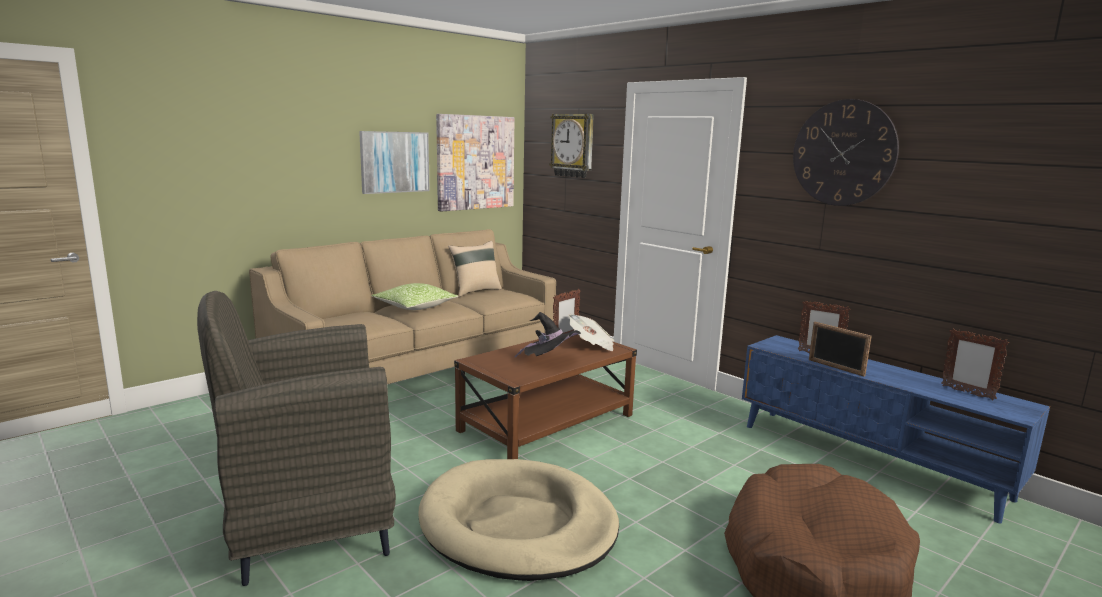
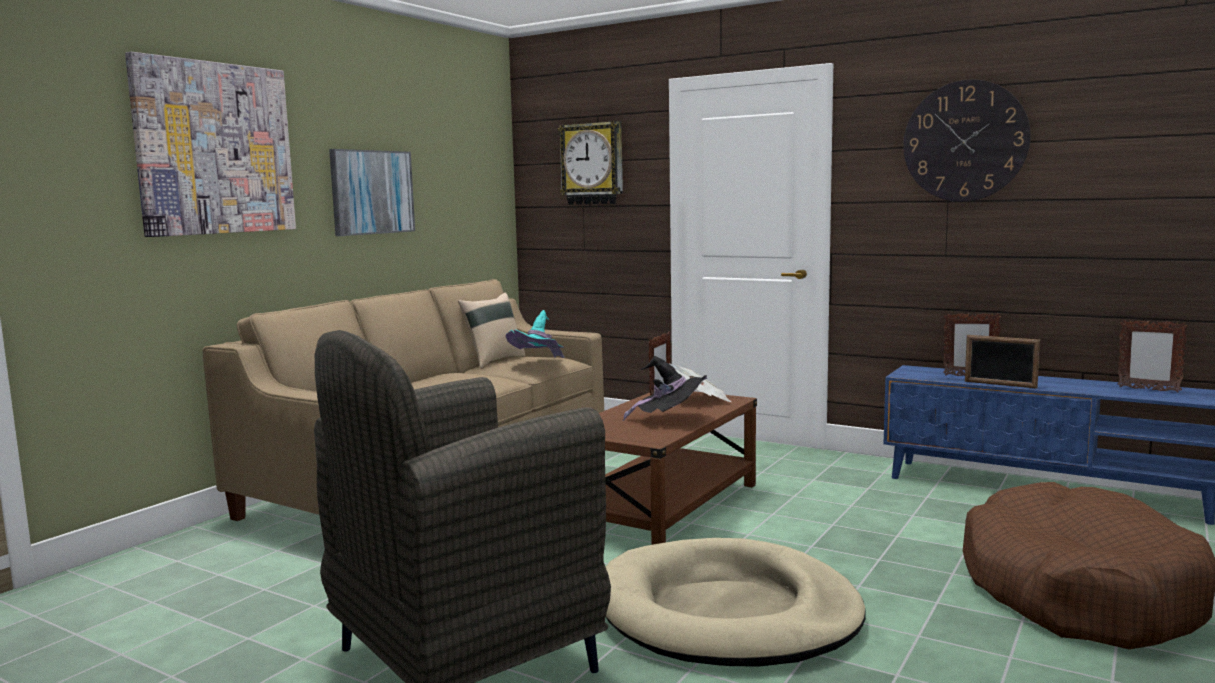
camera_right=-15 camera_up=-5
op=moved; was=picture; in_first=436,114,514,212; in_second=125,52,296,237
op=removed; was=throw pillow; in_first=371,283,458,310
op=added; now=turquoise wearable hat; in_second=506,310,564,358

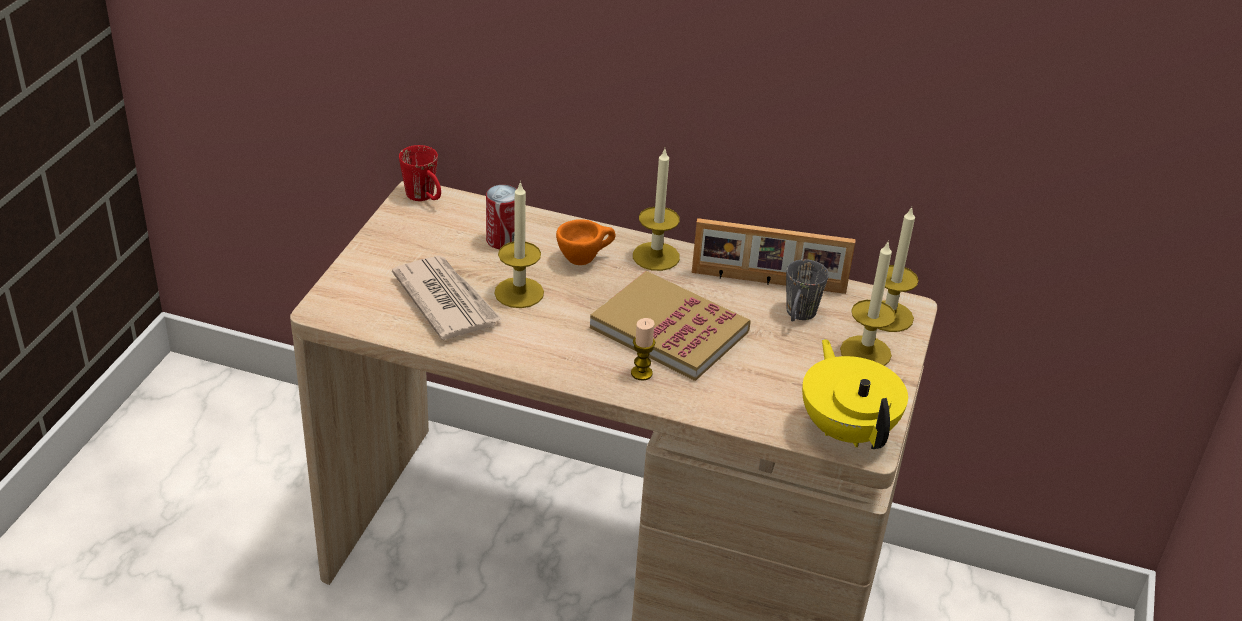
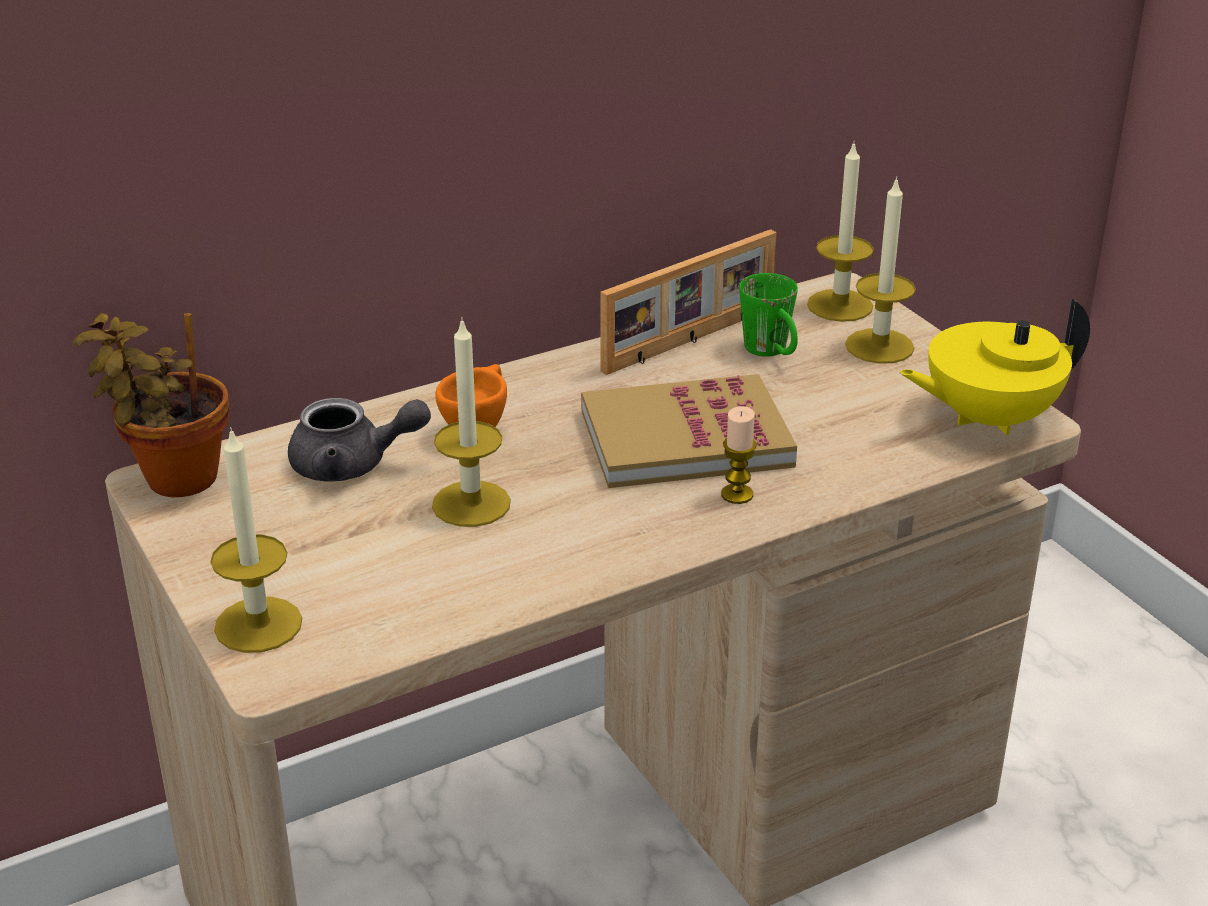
camera_right=-45 camera_up=-5
op=replaced; was=red-coloured coffee mug; now=potted plant; in_first=399,145,441,201; in_second=73,313,229,497
op=moved; was=wax light; in_first=633,149,680,271; in_second=210,427,302,653
op=replaced; was=metal can; now=gray tea pot; in_first=486,185,517,249; in_second=288,398,431,481
op=removed; was=printed paper; in_first=392,256,502,340
op=recoloured; was=gray coffee mug; now=green-coloured coffee mug; in_first=786,259,829,322; in_second=739,273,798,357
op=turned; was=yellow-coloured tea pot; in_first=802,339,908,449; in_second=899,298,1090,435; clockwise=-45

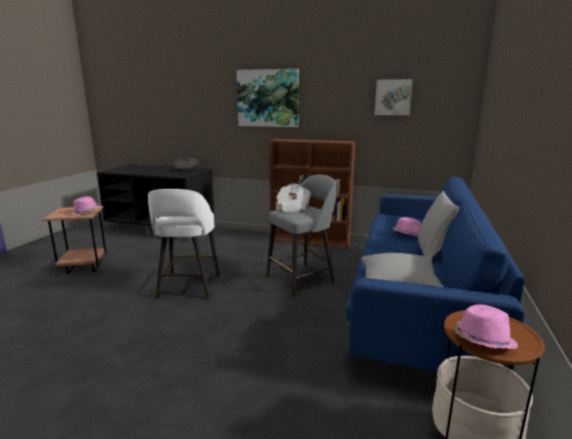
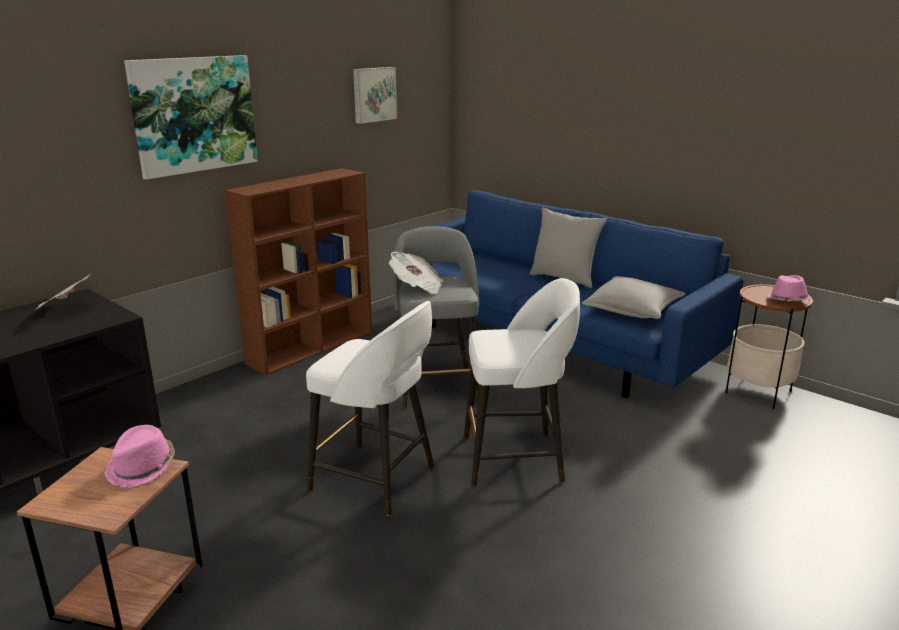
camera_right=-65 camera_up=5
op=removed; was=pinkish wearable hat; in_first=393,217,421,236
op=added; now=whitish stool; in_second=464,278,580,486

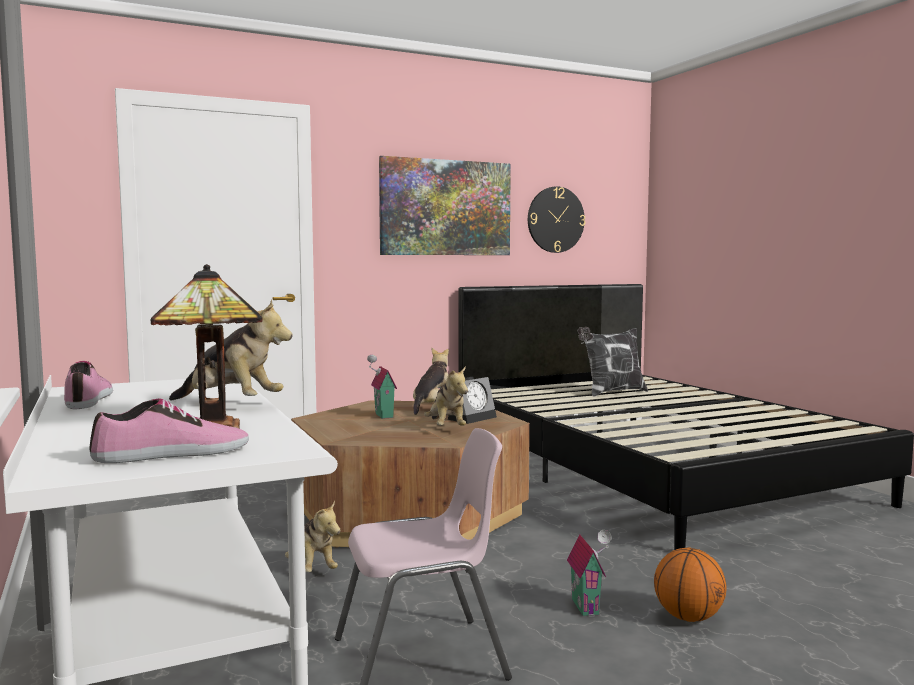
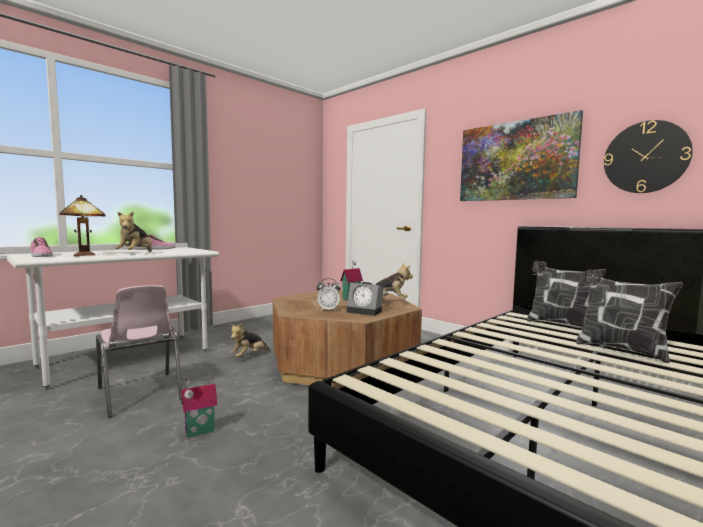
camera_right=70 camera_up=0
op=replaced; was=soft toy; now=bedside clock; in_first=424,367,468,426; in_second=317,278,341,311
op=removed; was=ball for basketball; in_first=654,547,727,622
op=added; now=throw pillow; in_second=527,261,606,327

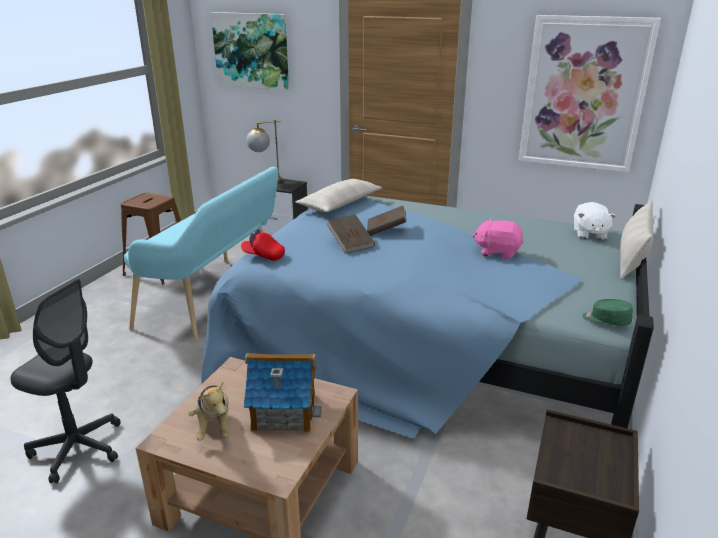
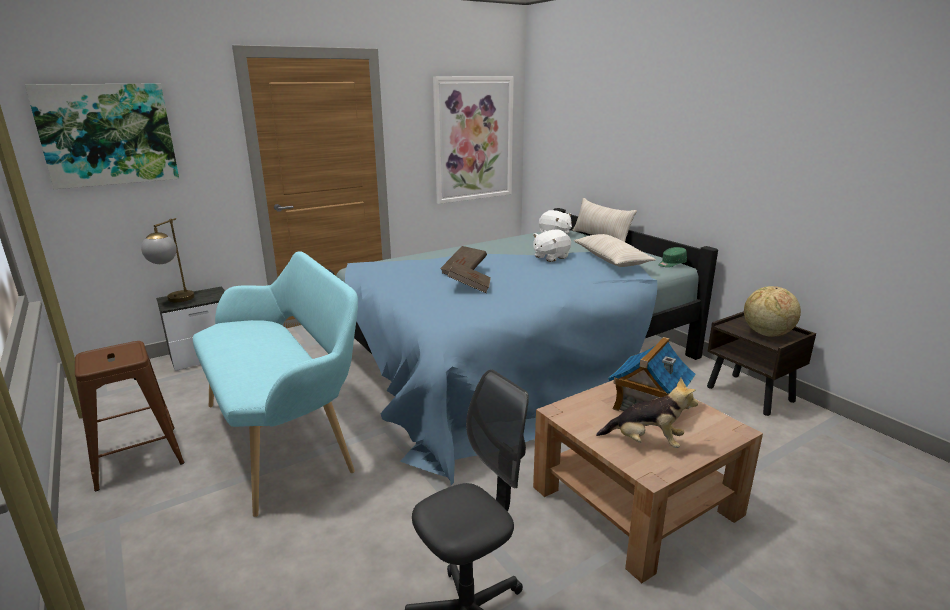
camera_right=-55 camera_up=-5
op=moved; was=beige-coloured throw pillow; in_first=296,179,382,212; in_second=574,234,656,267
op=recoloured; was=pinkish soft toy; now=whitish soft toy; in_first=472,218,524,259; in_second=533,230,571,262
op=removed; was=red-coloured peaked cap; in_first=241,229,285,261
op=added; now=world globe; in_second=744,286,801,337

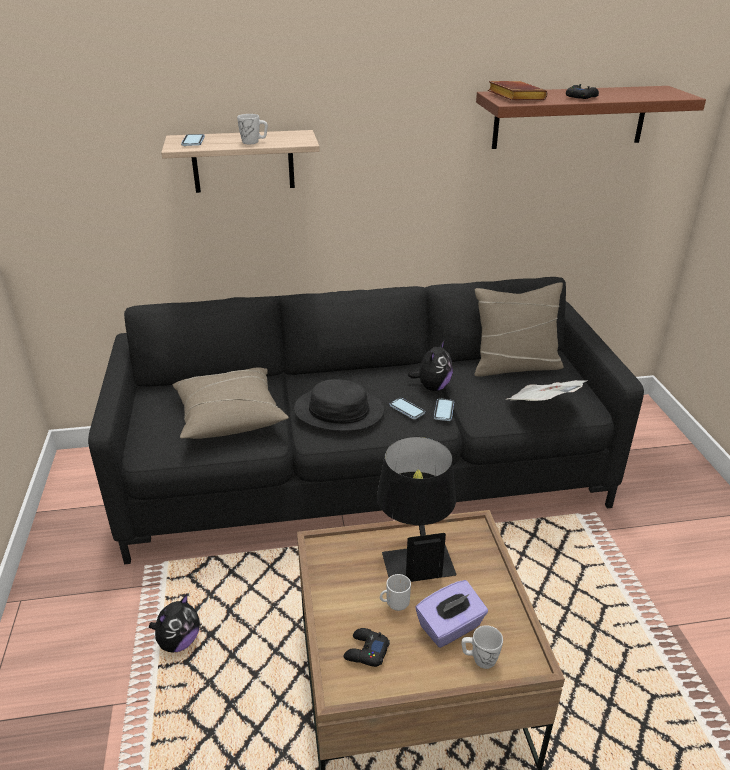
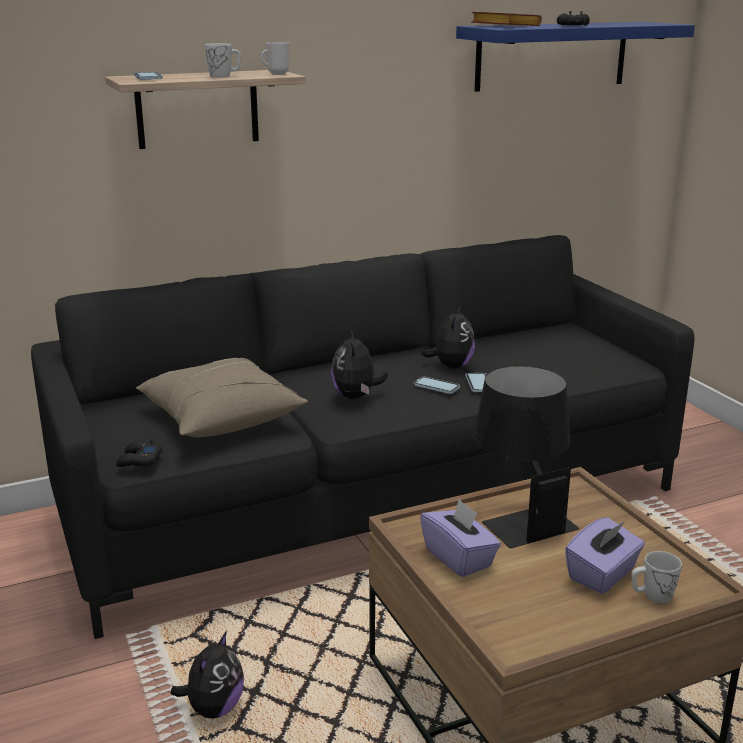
camera_right=-15 camera_up=-10
op=recoloured; was=brownish shelf; now=blue shelf; in_first=476,86,706,149; in_second=456,22,695,92
op=removed; was=beige-coloured throw pillow; in_first=474,282,564,377
op=replaced; was=black wearable hat; now=soft toy; in_first=294,379,384,431; in_second=331,330,388,399
op=removed; was=printed paper; in_first=507,380,588,401
op=moved; was=coffee mug; in_first=380,574,411,611; in_second=261,42,289,75
op=moved; was=black game controller; in_first=344,628,390,667; in_second=116,439,163,467
op=added; now=purplish tissue holder; in_second=420,499,501,577

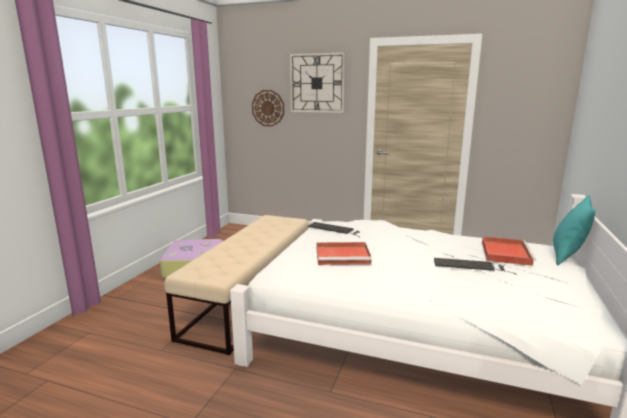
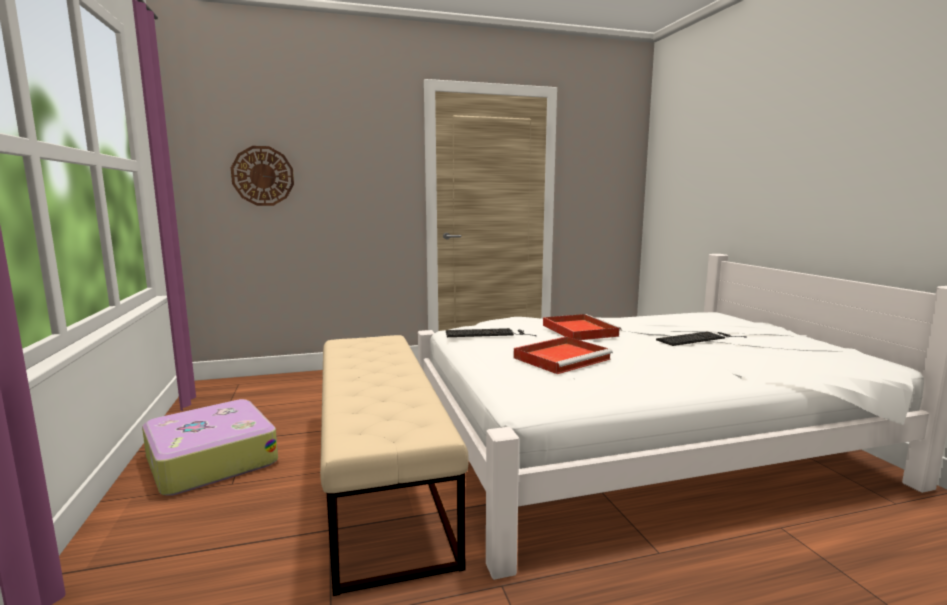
camera_right=-35 camera_up=-5
op=removed; was=wall clock; in_first=290,52,345,113
op=removed; was=turquoise throw pillow; in_first=553,195,596,266
op=moved; was=red-coloured serving tray; in_first=482,237,536,266; in_second=543,314,621,340

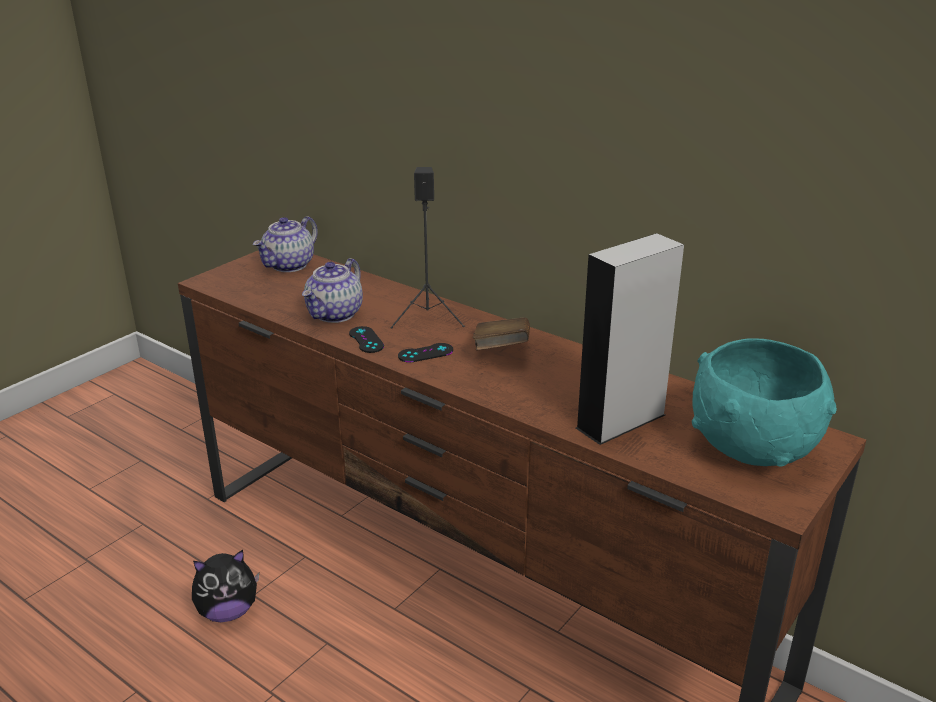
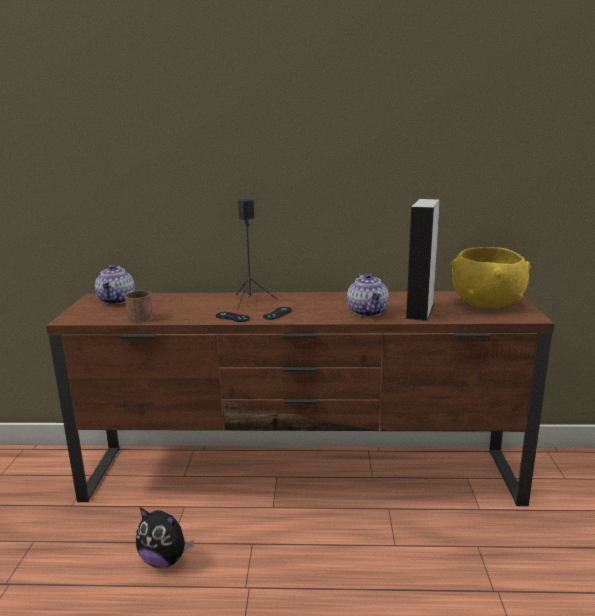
camera_right=-35 camera_up=-10
op=moved; was=tea pot; in_first=302,258,363,323; in_second=347,273,389,317
op=removed; was=brownish book; in_first=473,318,530,350
op=recoloured; was=turquoise serving bowl; now=yellow-coloured serving bowl; in_first=692,338,837,467; in_second=451,247,531,309
op=turned; was=soft toy; in_first=192,550,259,622; in_second=136,508,194,568; clockwise=75
op=added; now=brownish coffee mug; in_second=125,291,153,323

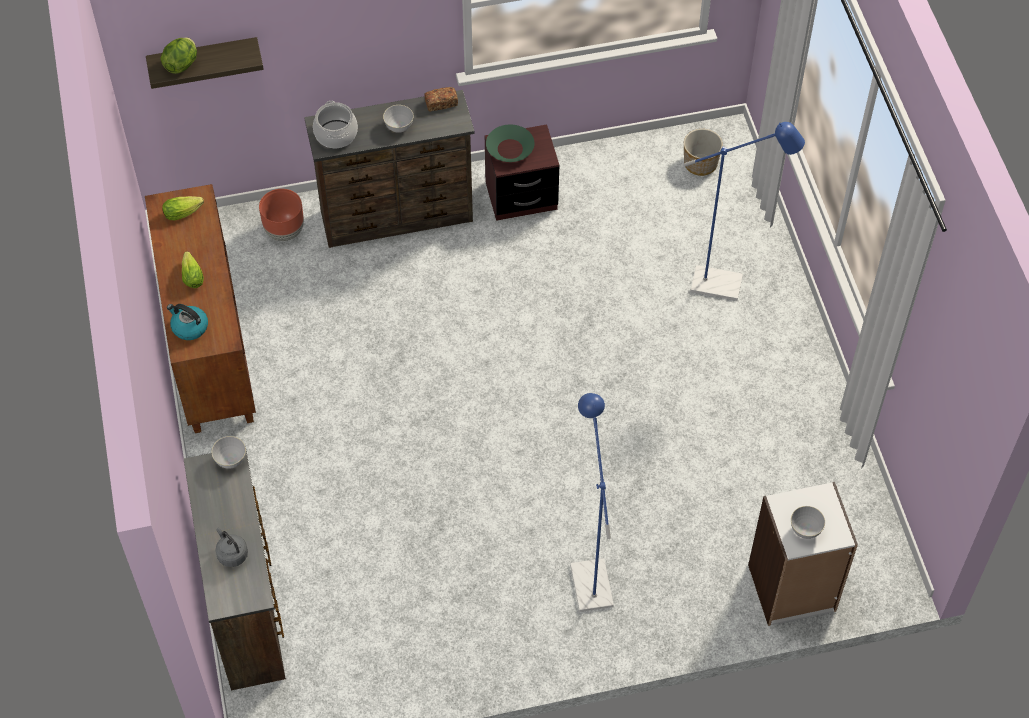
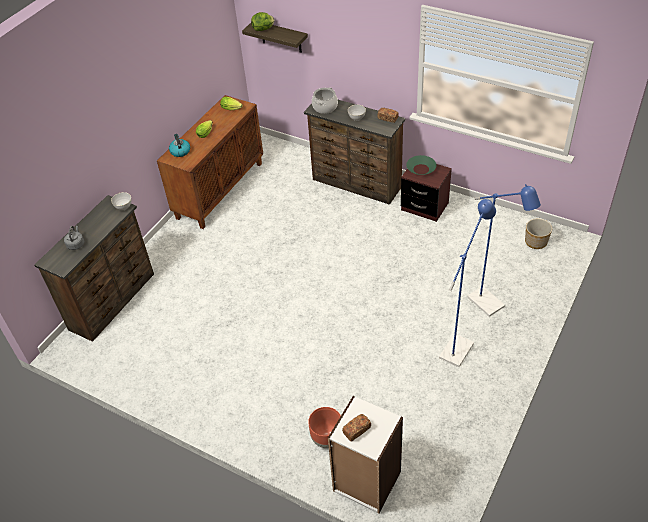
camera_right=45 camera_up=-10
op=moved; was=brownish flower pot; in_first=259,189,304,241; in_second=308,407,341,448
op=moved; was=blue standing lamp; in_first=570,393,614,612; in_second=439,199,496,367
op=replaced; was=gray serving bowl; now=baked bread; in_first=791,506,825,539; in_second=342,414,371,442

